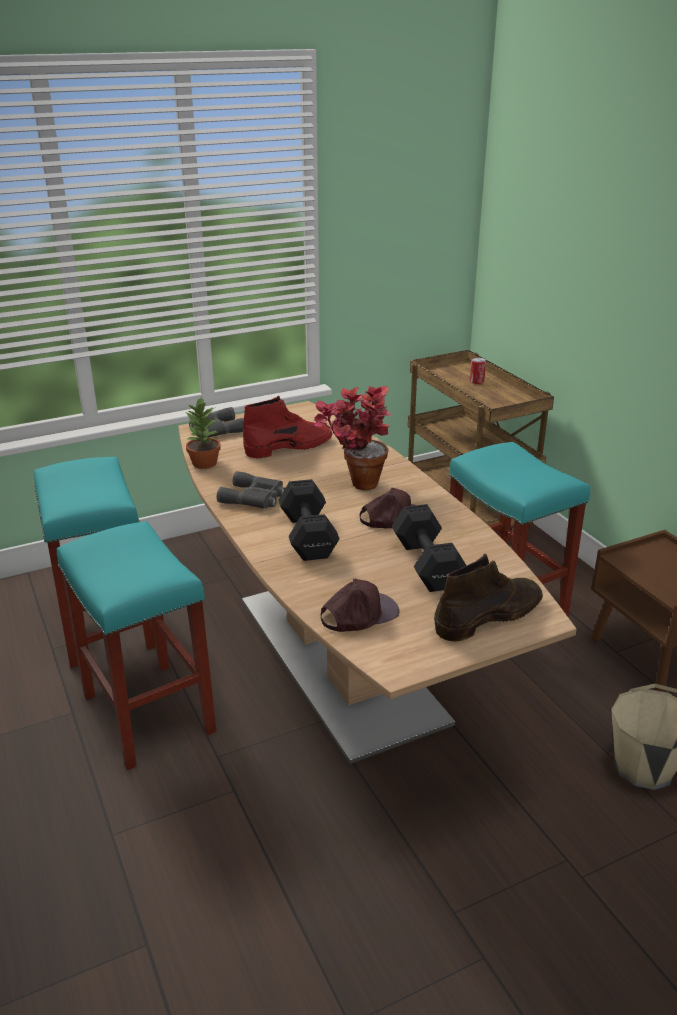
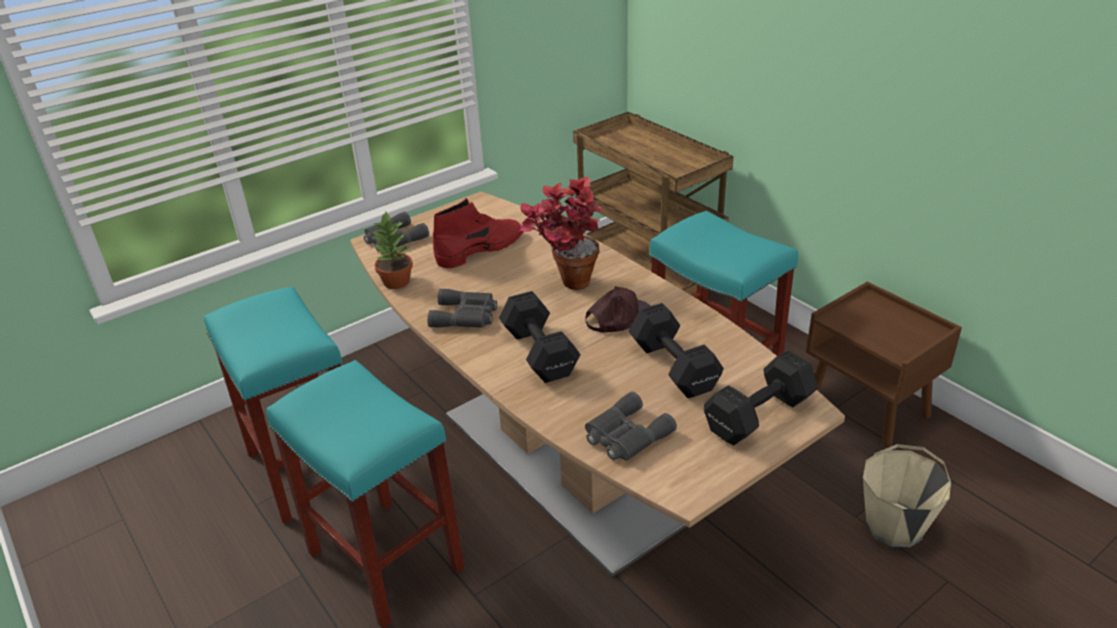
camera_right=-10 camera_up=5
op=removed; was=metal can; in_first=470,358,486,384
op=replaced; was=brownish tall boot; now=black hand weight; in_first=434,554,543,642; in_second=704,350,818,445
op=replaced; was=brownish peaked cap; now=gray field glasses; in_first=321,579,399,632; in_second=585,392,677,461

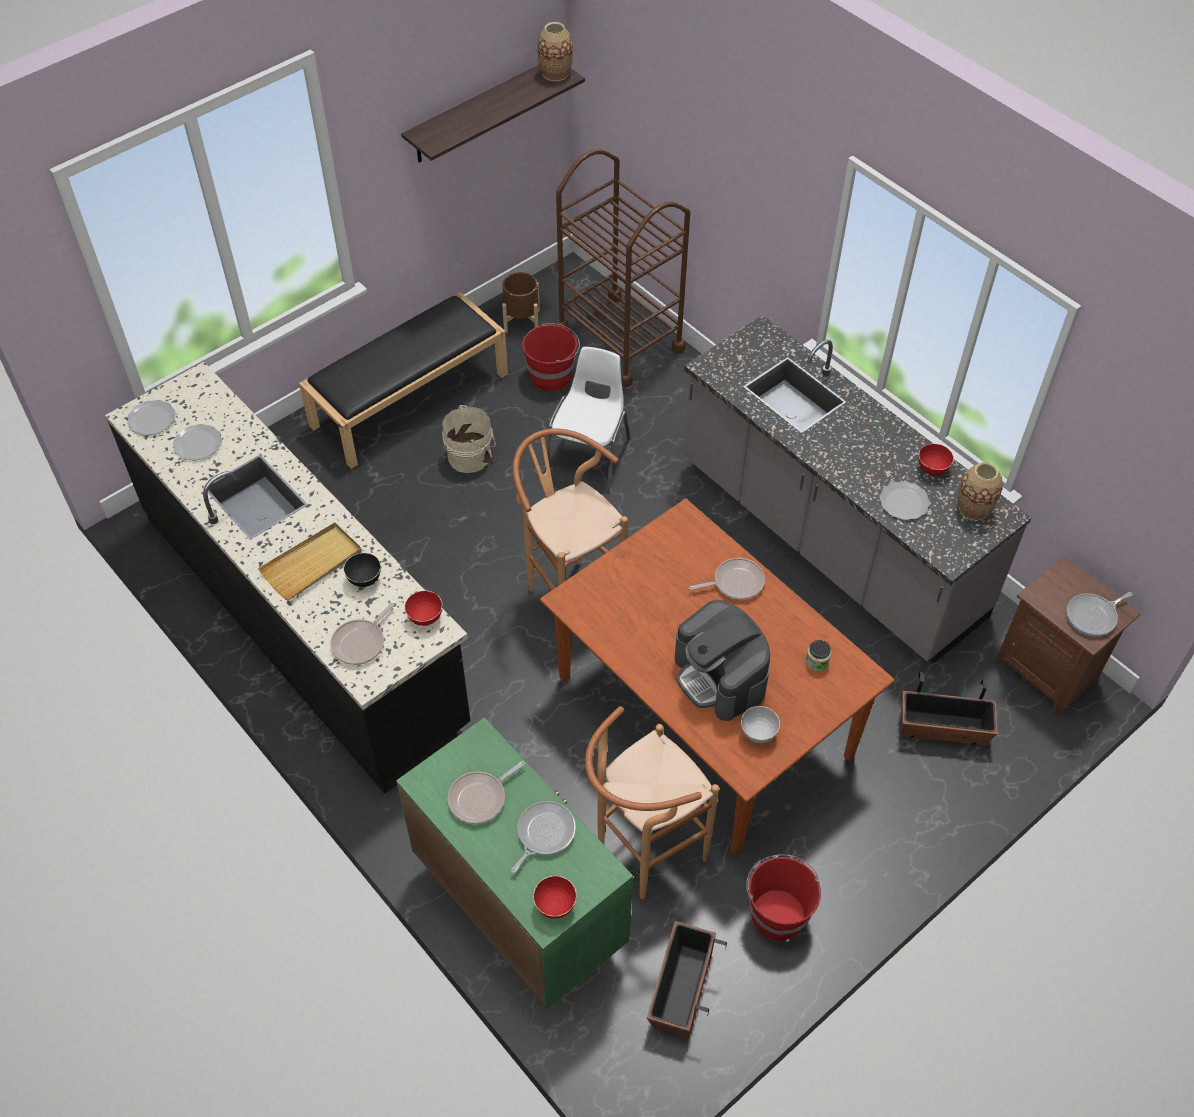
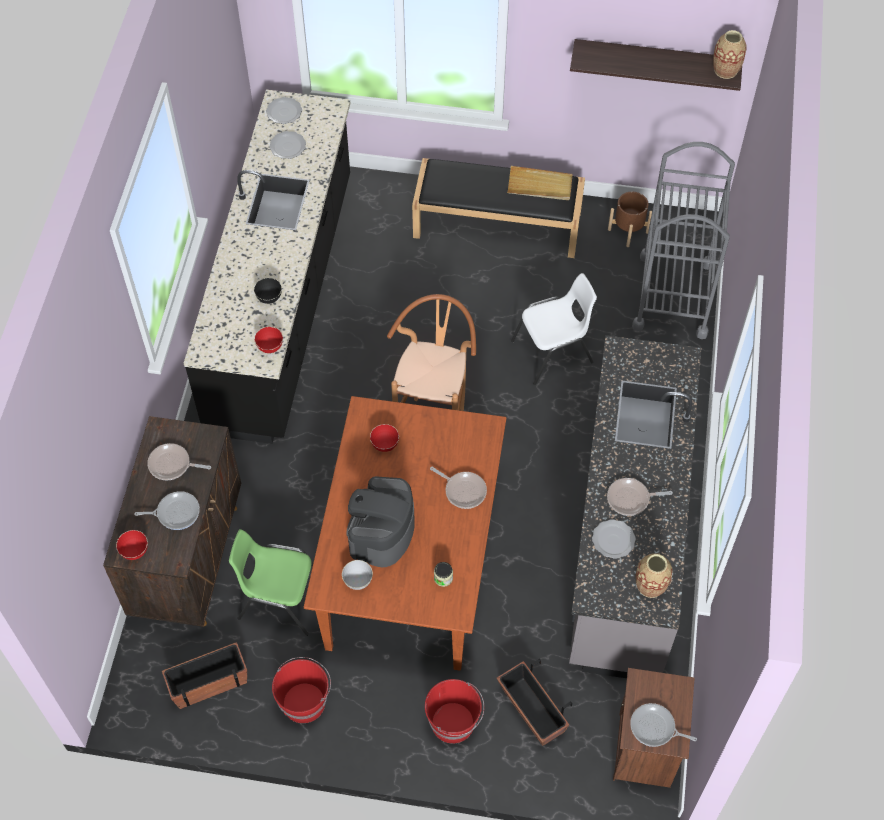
camera_right=50 camera_up=5
op=recoloured; was=brownish wheeled cart; now=gray wheeled cart; in_first=555,149,690,387; in_second=632,142,735,339
op=moved; was=red-coloured bucket; in_first=522,323,580,391; in_second=425,679,484,744
op=removed; was=beige-coloured bucket; in_first=442,405,496,473
op=moved; was=red-coloured serving bowl; in_first=918,444,954,475; in_second=370,424,399,452
op=moved; was=beige-coloured serving tray; in_first=258,523,362,600; in_second=507,166,572,200
op=moved; was=skillet; in_first=330,603,394,665; in_second=607,478,673,516
op=replaced; was=brownish stool; now=green-coloured upright chair; in_first=585,706,719,899; in_second=229,529,313,636
op=recoloured; was=green-coloured cabinet; now=brownish cabinet; in_first=396,717,633,1009; in_second=103,416,241,627

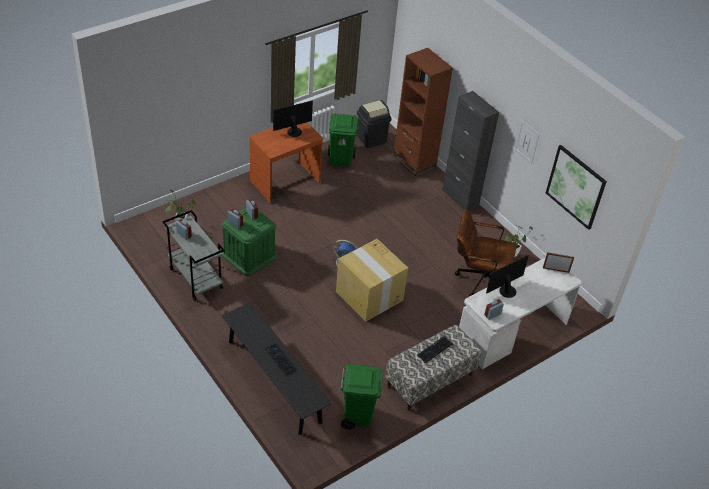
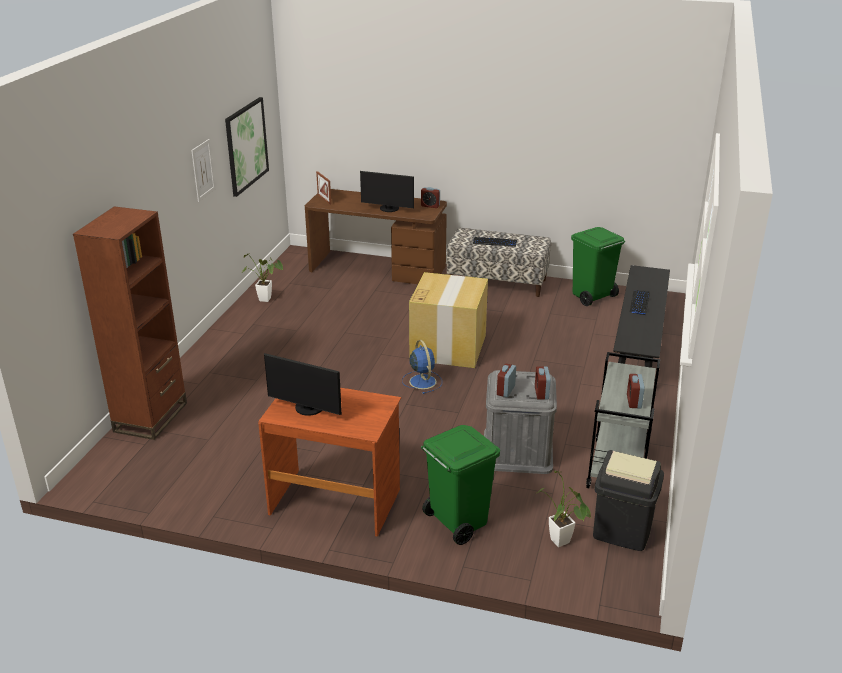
camera_right=-125 camera_up=-15
op=removed; was=black cabinet; in_first=442,91,499,211
op=moved; was=black waste bin; in_first=357,100,392,148; in_second=593,450,664,551
op=moved; was=green-coloured waste bin; in_first=328,113,358,167; in_second=421,425,500,545
op=recoloured; was=green-coloured storage container; now=gray storage container; in_first=222,208,277,276; in_second=484,370,557,474
op=removed; was=brownish office chair; in_first=455,208,517,297
op=recoloured; was=whitish desk table; now=brownish desk table; in_first=459,257,581,369; in_second=305,189,447,284

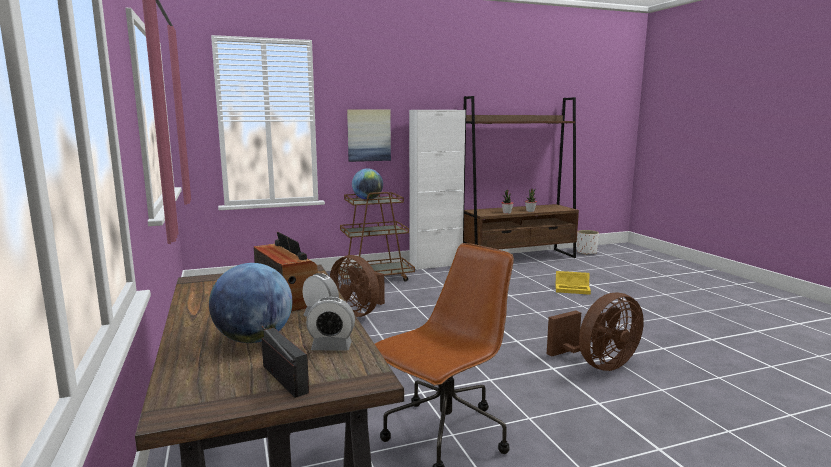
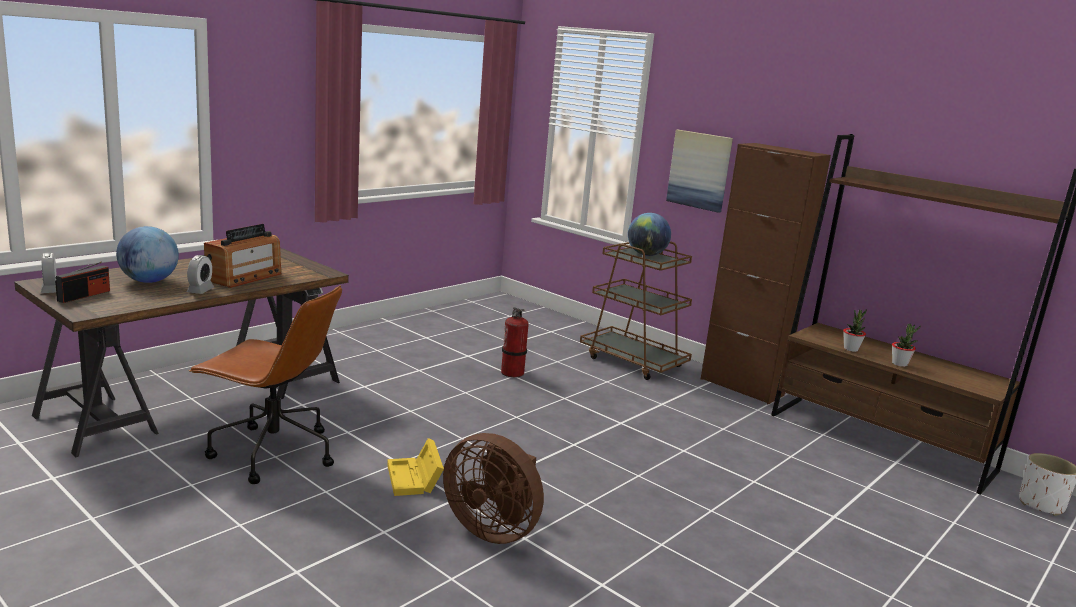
camera_right=60 camera_up=5
op=recoloured; was=whitish cabinet; now=brownish cabinet; in_first=409,110,466,270; in_second=701,143,831,405
op=replaced; was=brownish electric fan; now=fire-fighting cylinder; in_first=330,255,385,317; in_second=501,307,529,378
op=moved; was=yellow-coloured storage container; in_first=555,271,591,295; in_second=387,438,444,496
op=moved; was=bedside clock; in_first=306,297,355,351; in_second=40,253,57,293

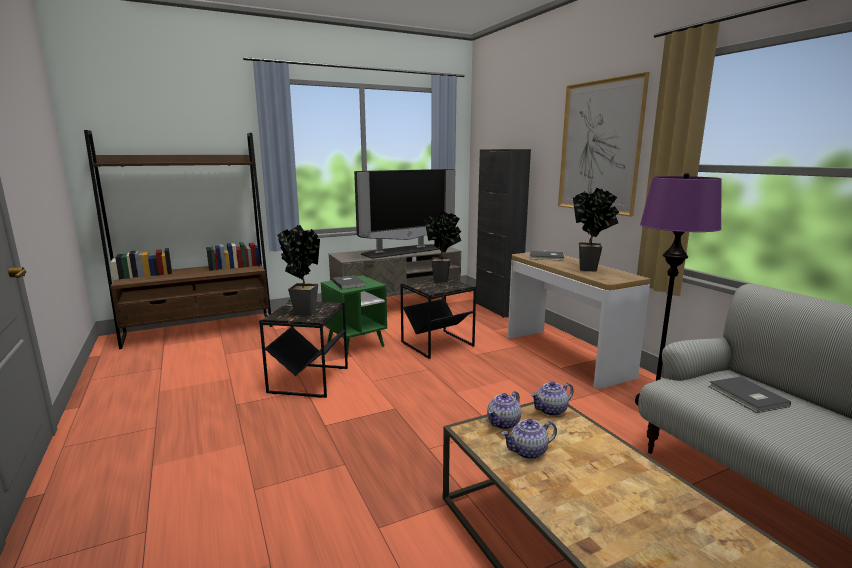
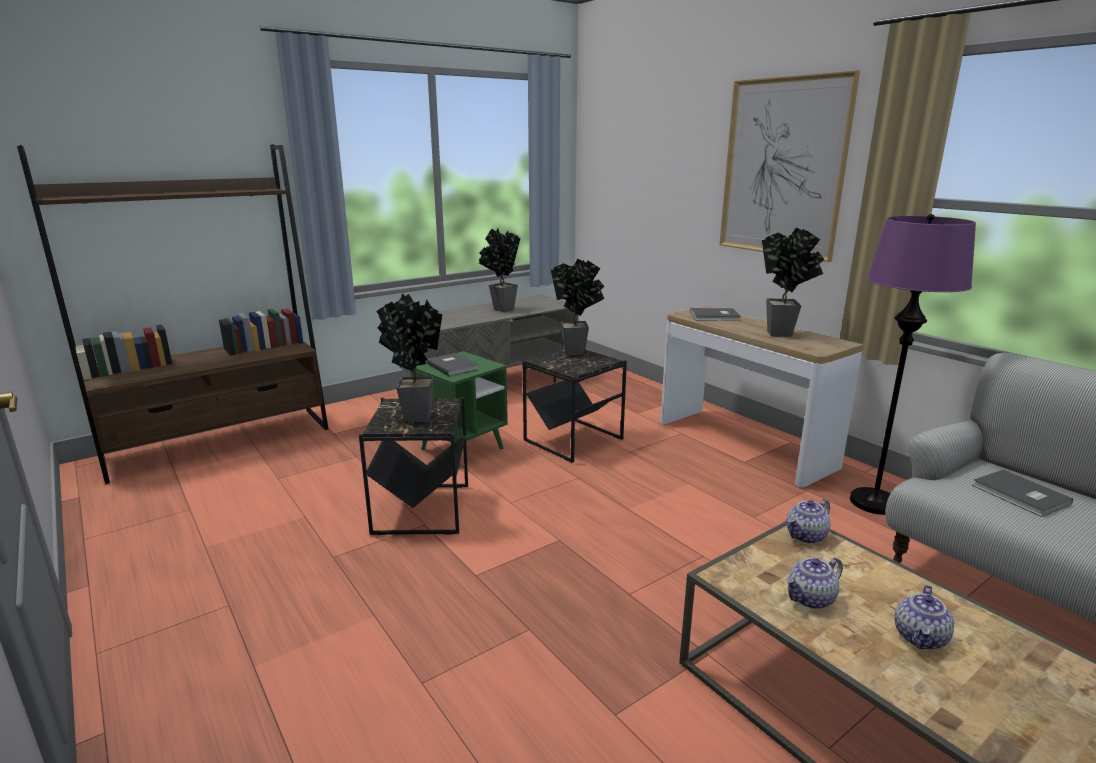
camera_right=-10 camera_up=5
op=removed; was=black cabinet; in_first=476,149,531,318
op=replaced; was=television; now=potted plant; in_first=354,169,455,259; in_second=479,229,520,312
op=moved; was=tea pot; in_first=487,391,521,429; in_second=895,585,954,649

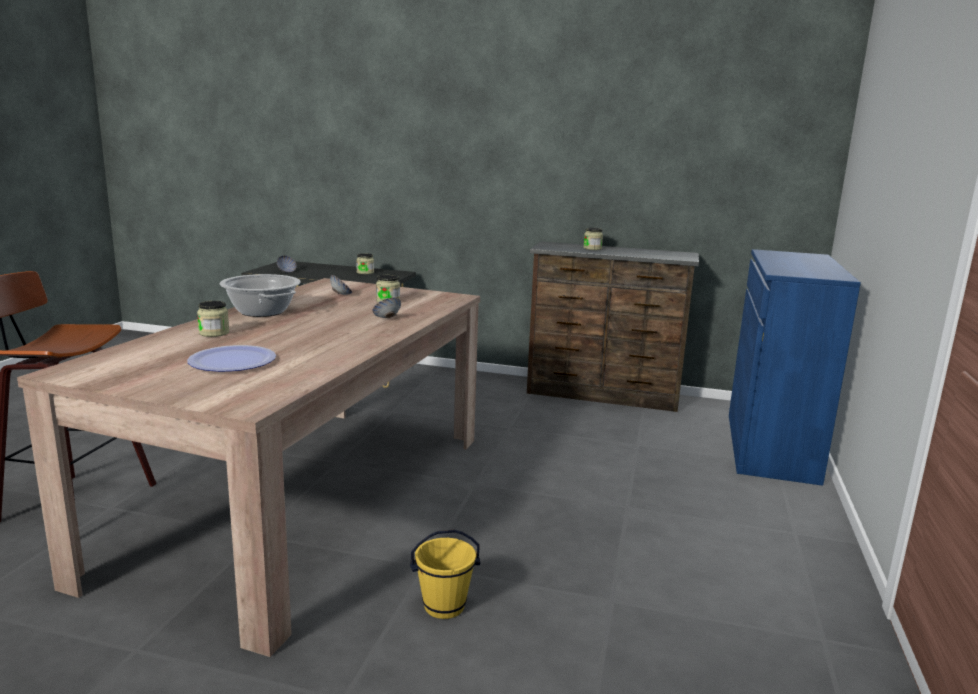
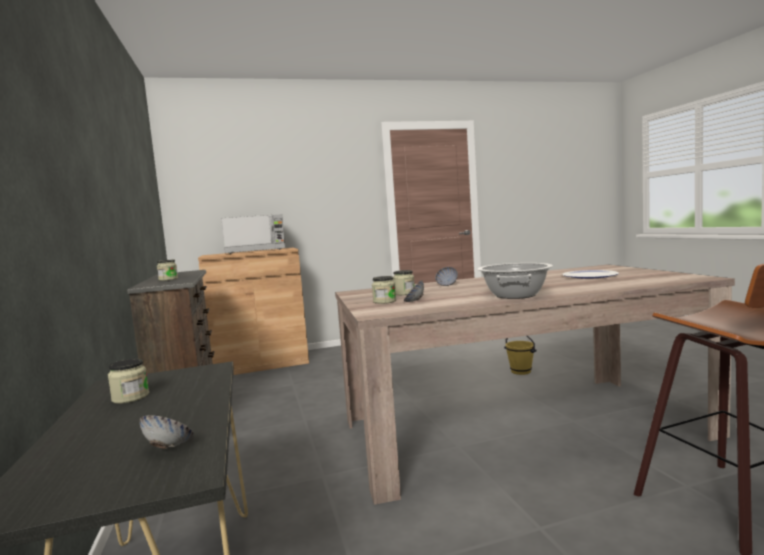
camera_right=-120 camera_up=-10
op=recoloured; was=blue cabinet; now=brownish cabinet; in_first=729,249,861,486; in_second=198,248,309,375
op=moved; was=jar; in_first=197,301,229,337; in_second=372,276,396,304
op=added; now=kitchen microwave; in_second=221,214,285,254

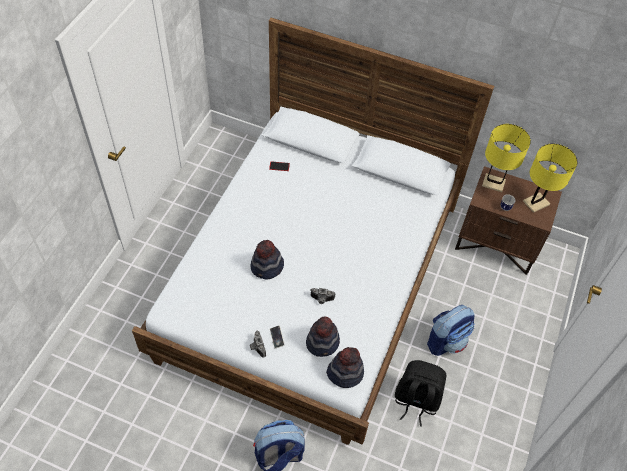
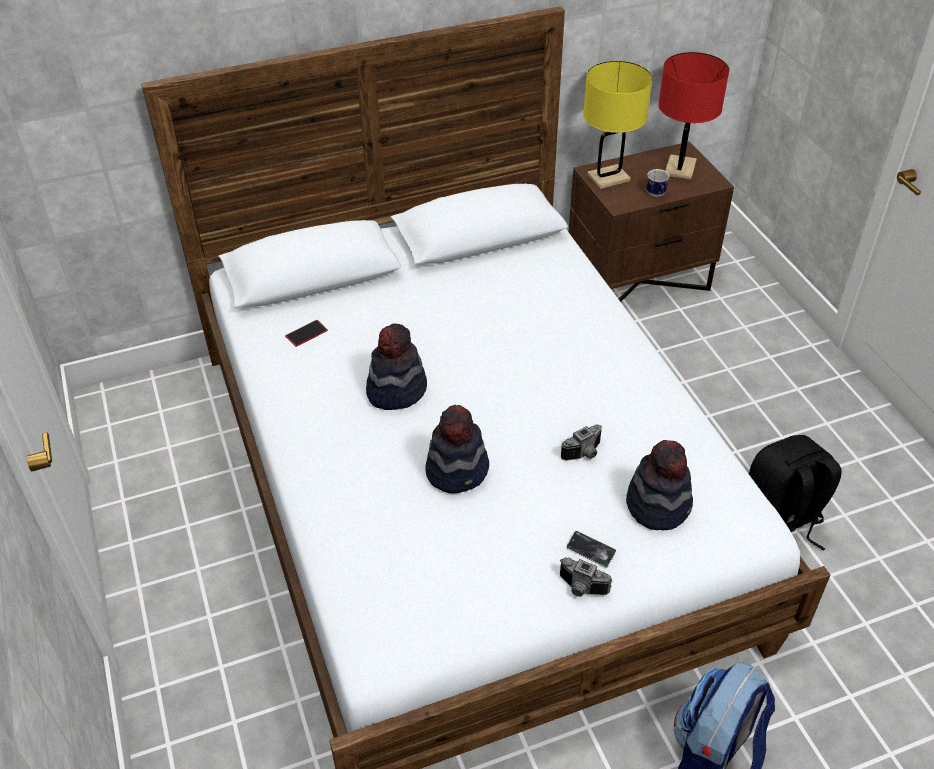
camera_right=-40 camera_up=-10
op=recoloured; was=yellow-coloured lamp for a table; now=red-coloured lamp for a table; in_first=523,144,577,213; in_second=658,52,729,180
op=removed; was=rucksack; in_first=427,305,475,356
op=moved; was=wearable hat; in_first=326,347,364,388; in_second=366,323,427,410

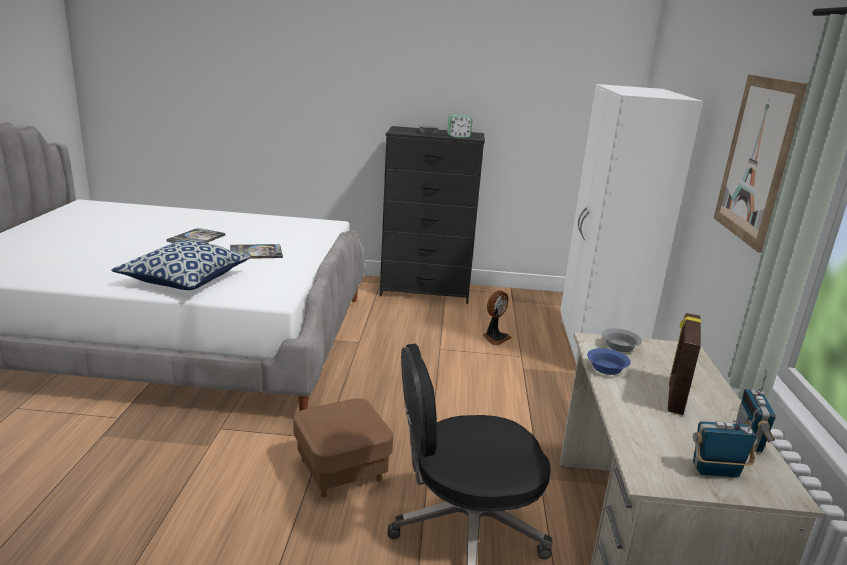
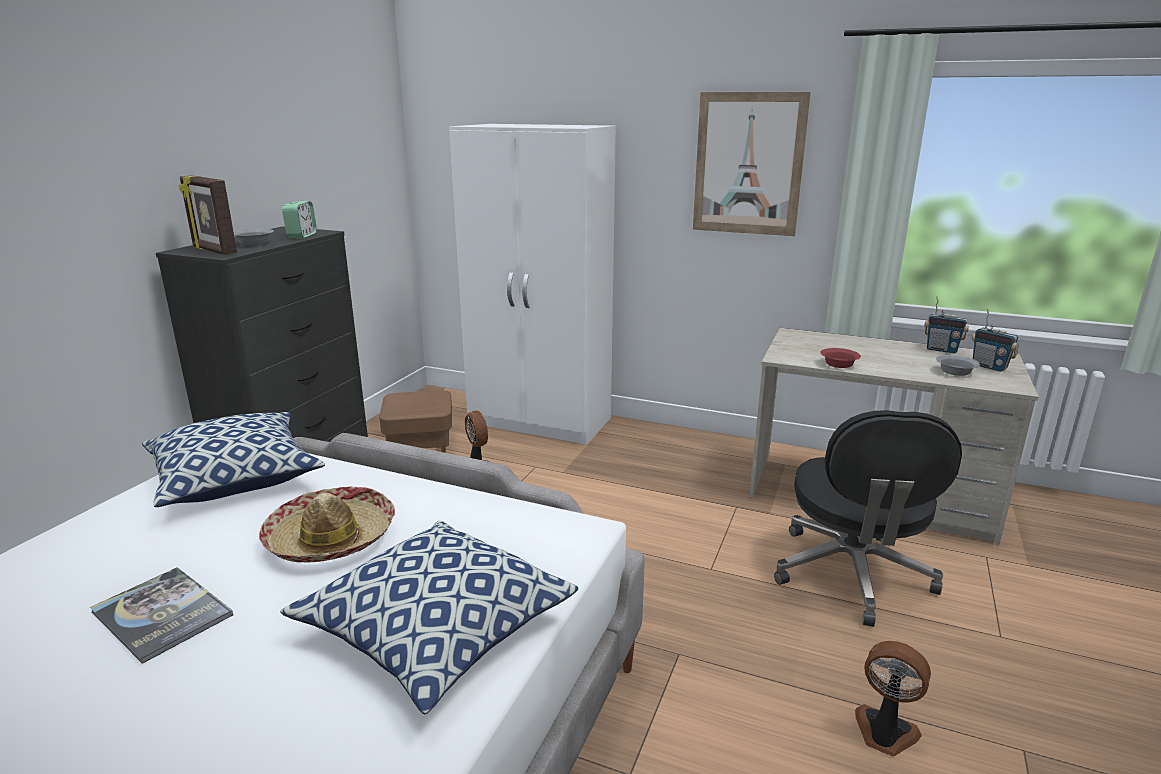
camera_right=-70 camera_up=0
op=replaced; was=book; now=wearable hat; in_first=230,244,283,259; in_second=259,487,395,563
op=moved; was=photo frame; in_first=668,313,701,415; in_second=179,175,237,255
op=moved; was=gray serving bowl; in_first=602,328,642,352; in_second=936,355,980,376
op=recoloured; was=blue serving bowl; now=red-coloured serving bowl; in_first=587,348,631,375; in_second=820,348,861,368
op=moved; was=brownish footrest; in_first=293,398,393,497; in_second=379,390,452,453
op=turned; was=radio receiver; in_first=693,407,760,477; in_second=972,309,1019,372; clockwise=-60
op=added; now=throw pillow; in_second=142,412,325,507
op=added; now=electric fan; in_second=855,641,931,756

